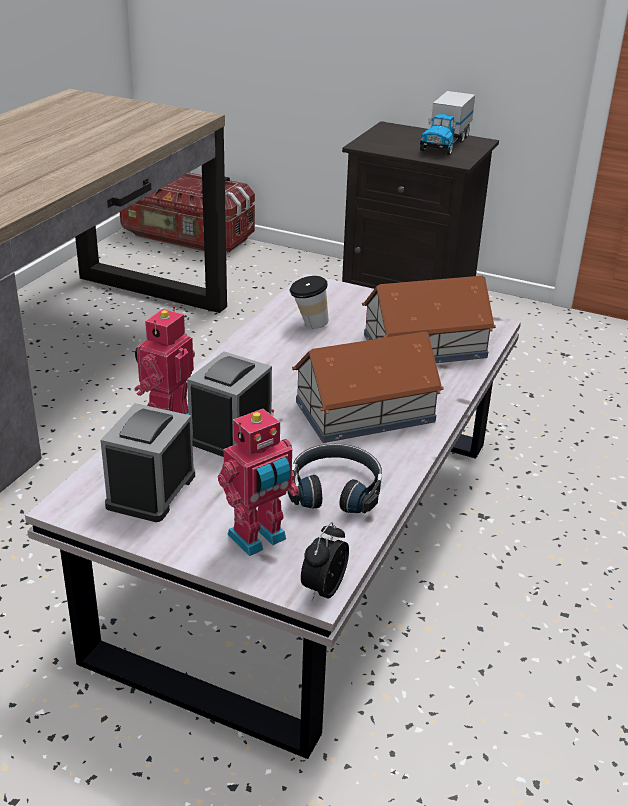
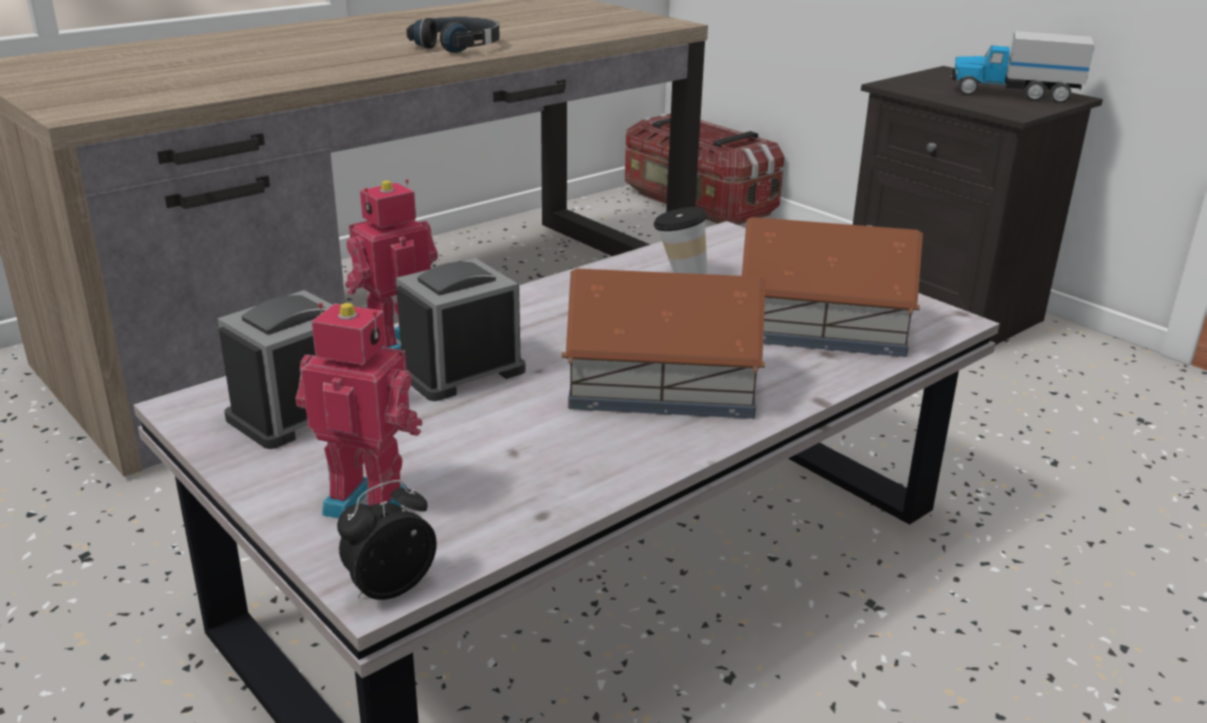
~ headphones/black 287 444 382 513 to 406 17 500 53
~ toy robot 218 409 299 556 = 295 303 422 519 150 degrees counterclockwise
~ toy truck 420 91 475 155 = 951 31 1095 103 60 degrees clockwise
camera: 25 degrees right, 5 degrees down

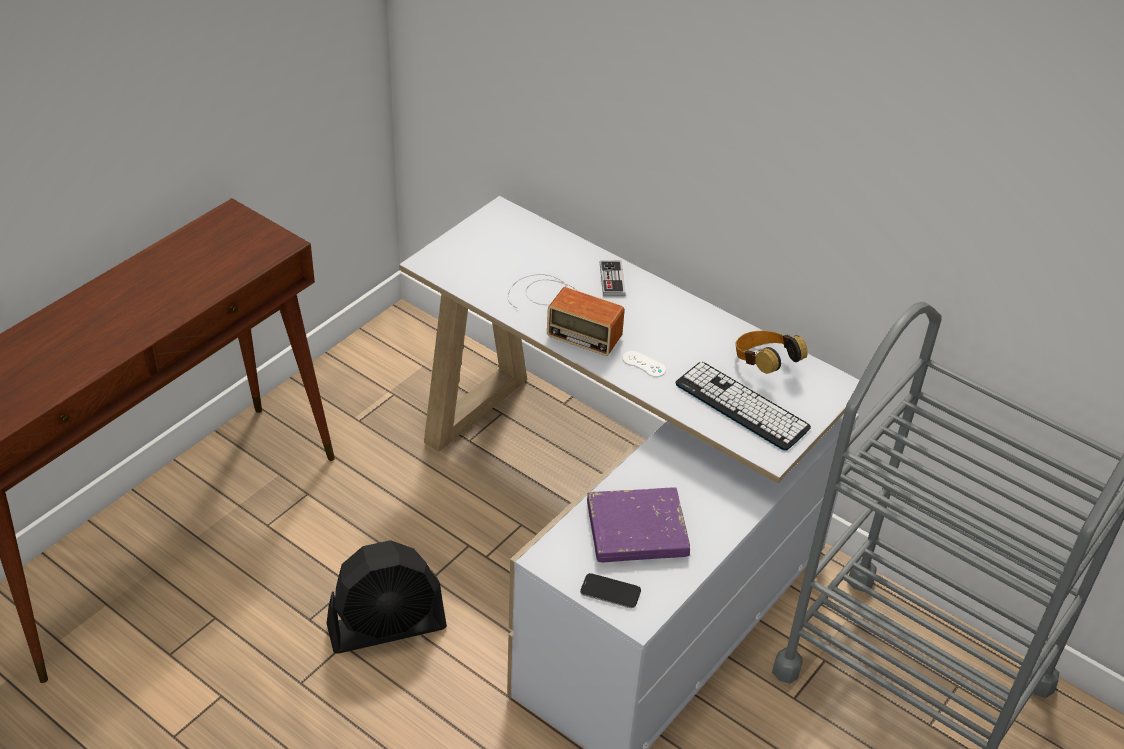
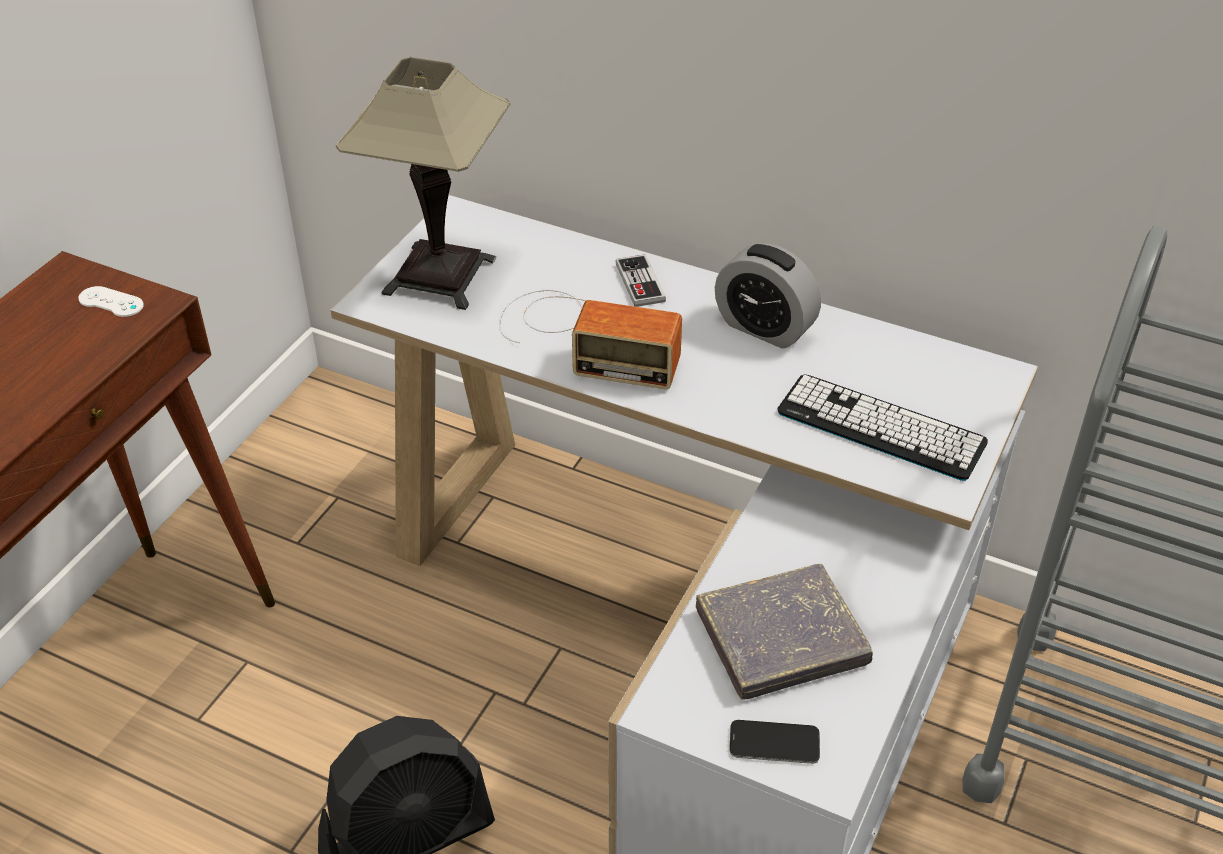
- headphones 735 331 808 374
+ table lamp 336 57 510 310
+ alarm clock 715 243 821 349
~ game controller/white 622 351 666 377 to 78 286 144 317
~ book/purple 587 487 690 563 to book/grey 696 563 873 700
camera: 10 degrees left, 0 degrees up

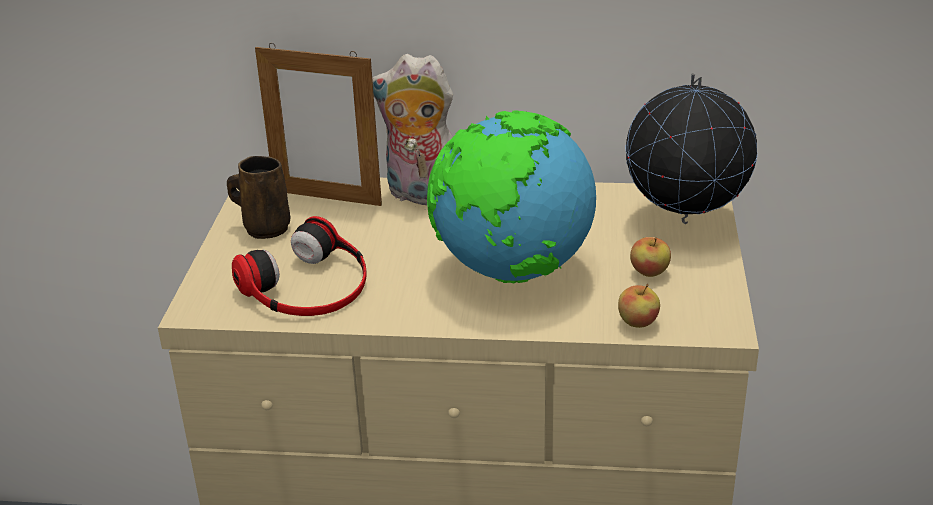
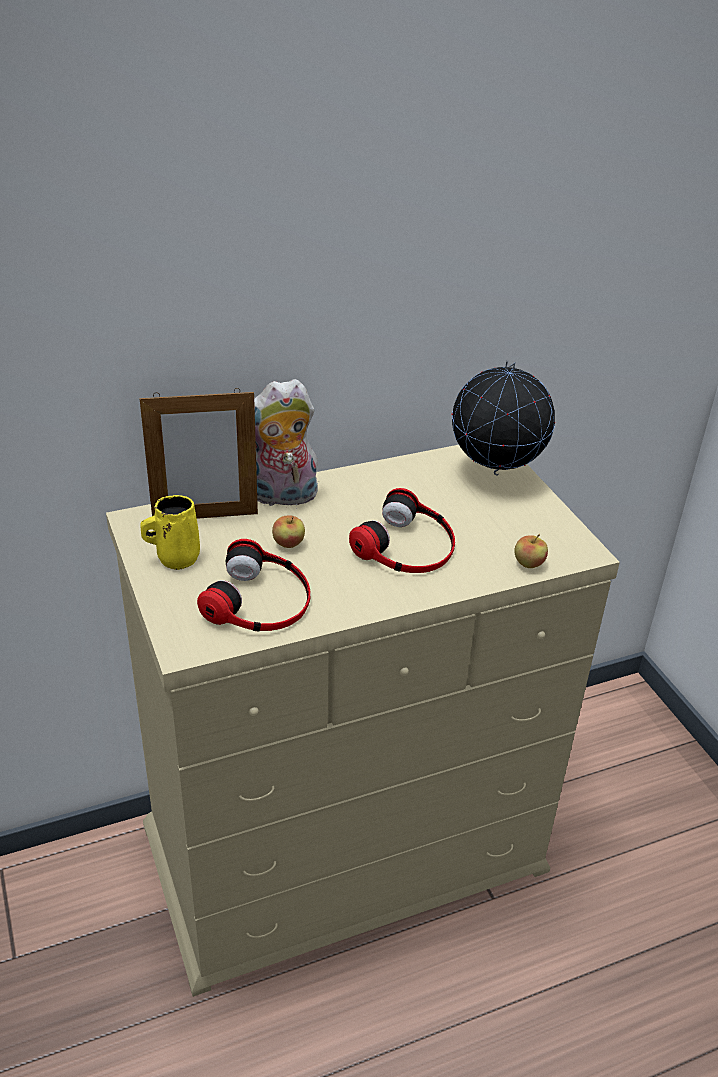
~ apple 630 237 671 277 to 272 515 305 548
~ globe 427 111 596 283 to headphones 349 488 455 573
~ mug/brown 227 156 290 239 to mug/yellow 140 495 200 570
camera: 30 degrees left, 5 degrees up

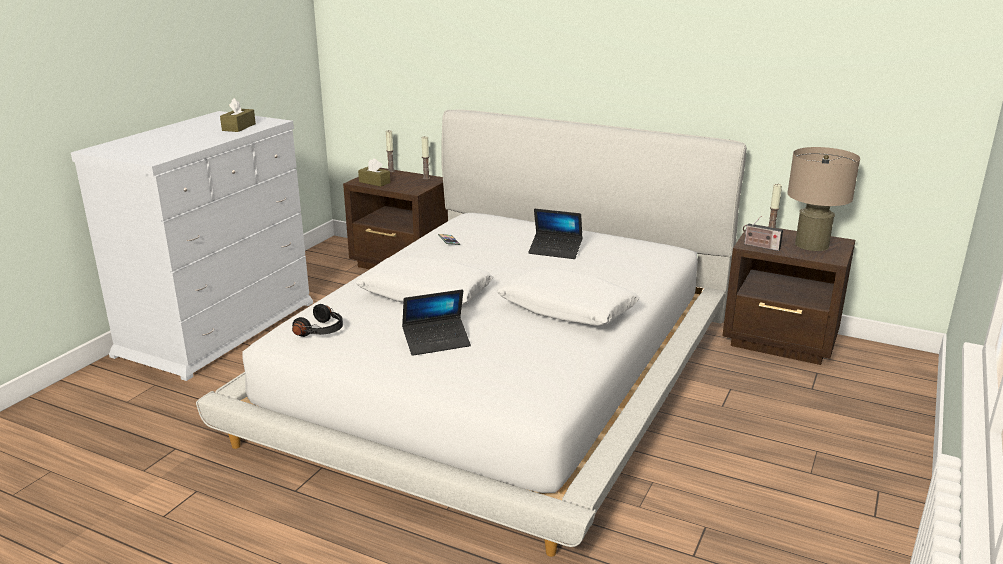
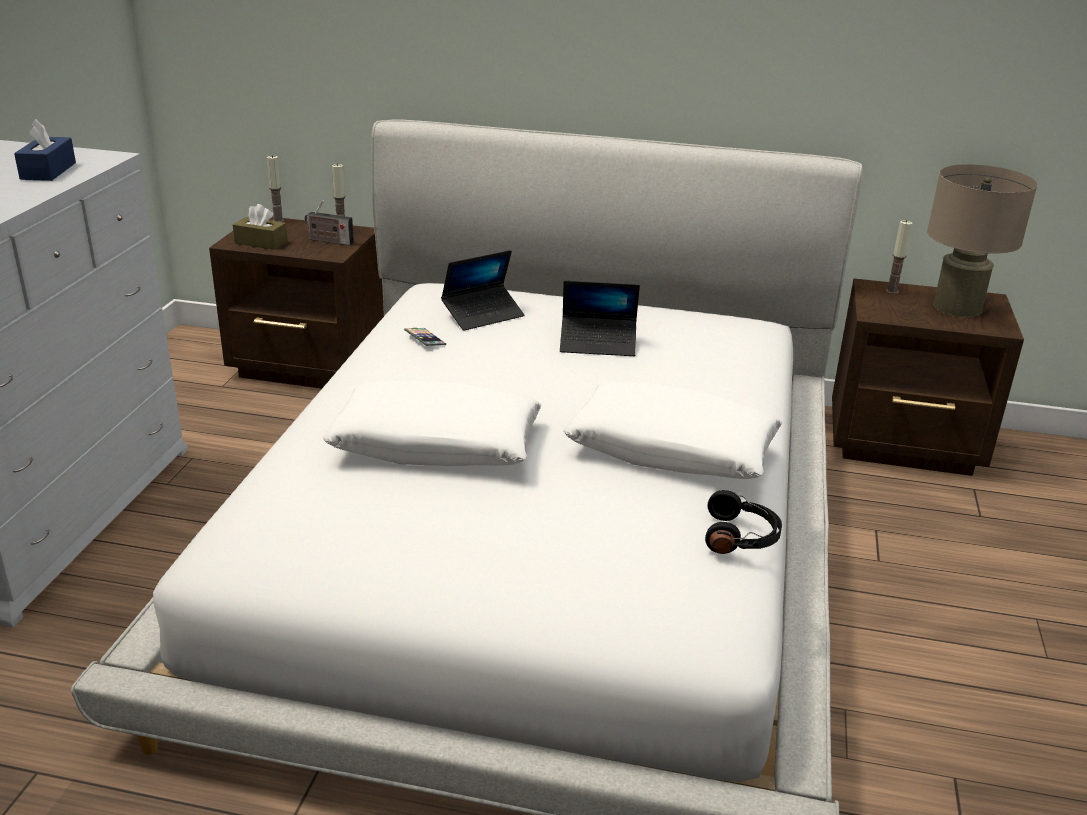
~ headphones/black 292 304 343 337 to 705 490 782 554
~ laptop 402 289 471 356 to 441 250 525 331
~ radio 743 216 783 251 to 305 201 354 246
~ tissue box/brown 220 98 256 132 to tissue box/blue 14 119 76 181
camera: 15 degrees left, 5 degrees up

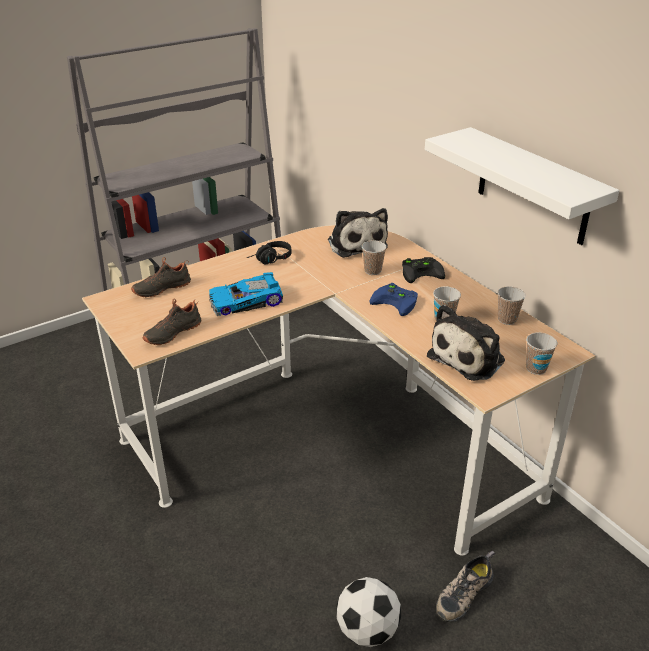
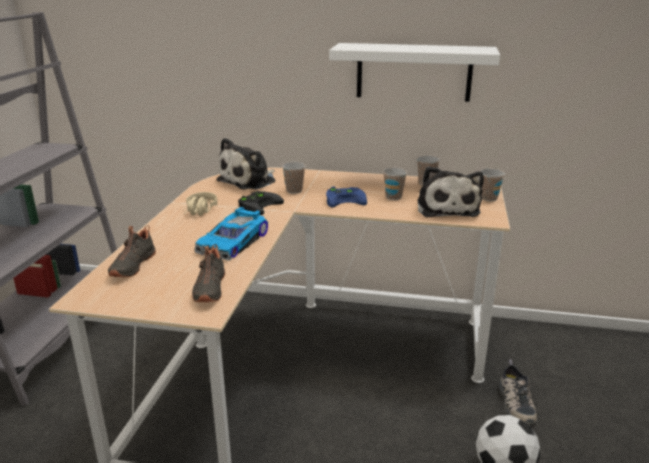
~ game controller/black 402 257 445 283 to 238 191 284 215
~ headphones/black 247 241 292 264 to headphones/beige 184 192 217 216
~ plush toy 328 208 388 258 = 216 138 275 190 105 degrees clockwise
camera: 45 degrees left, 10 degrees down

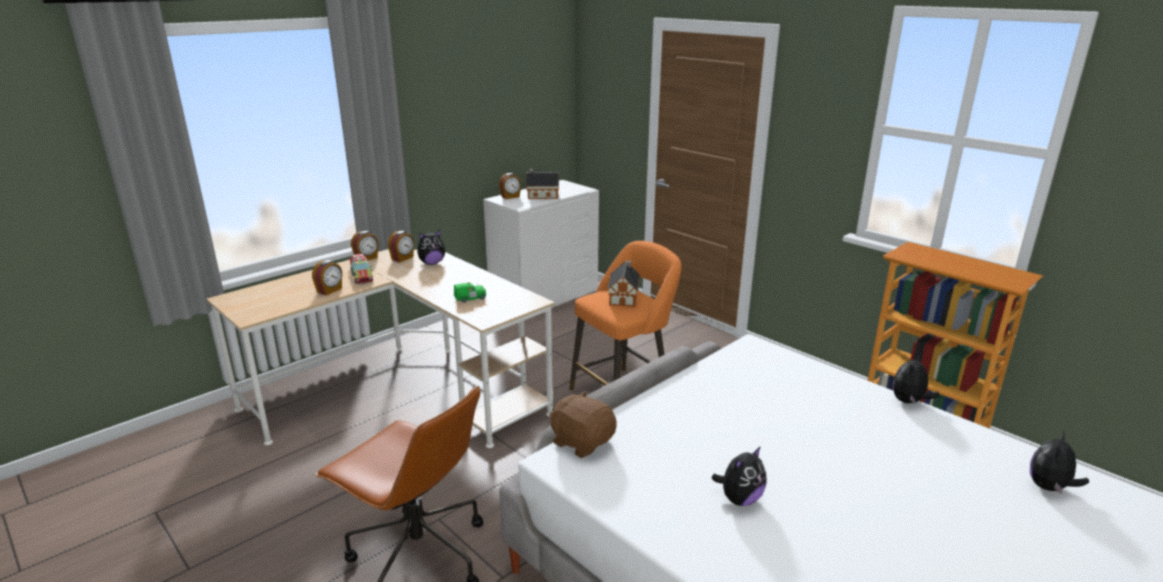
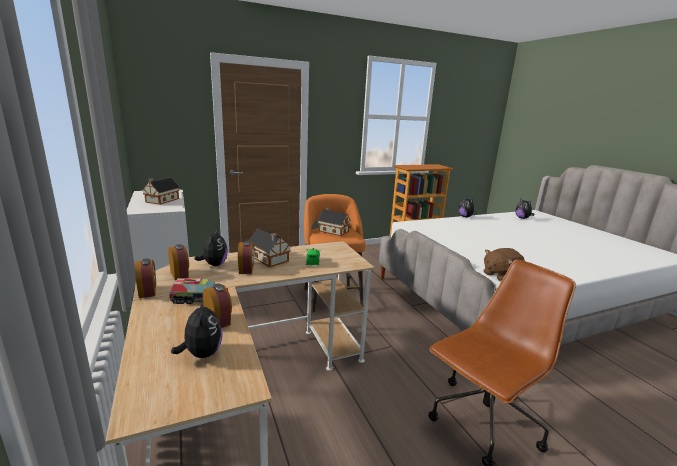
+ toy house 249 228 291 267
~ alarm clock 499 173 521 199 to 238 241 255 274
~ plush toy 711 446 767 506 to 171 299 223 358
camera: 70 degrees left, 5 degrees down

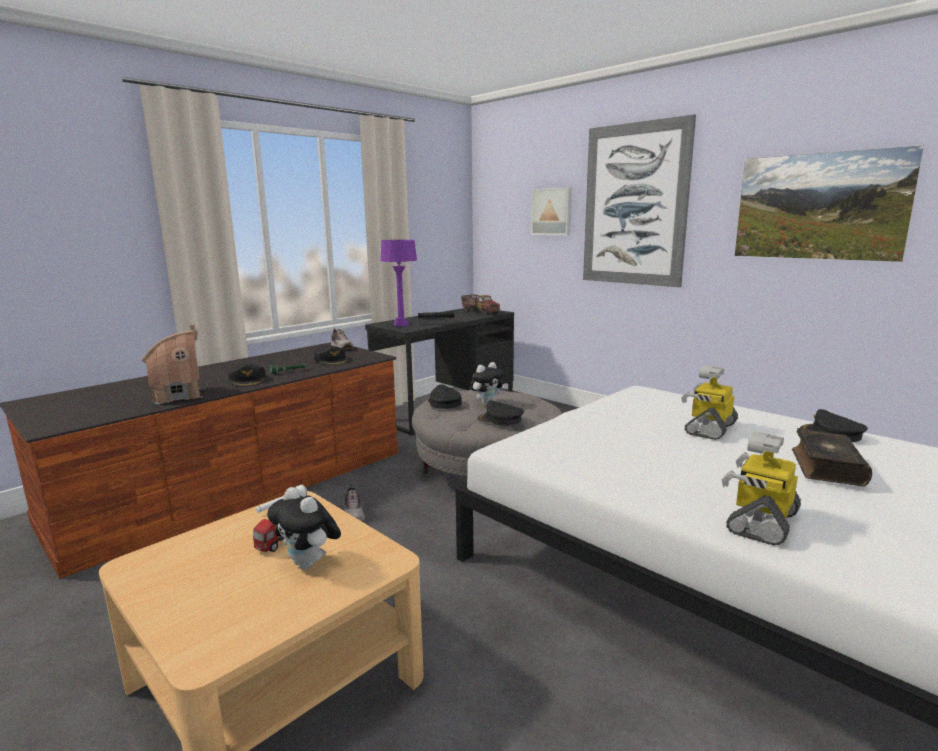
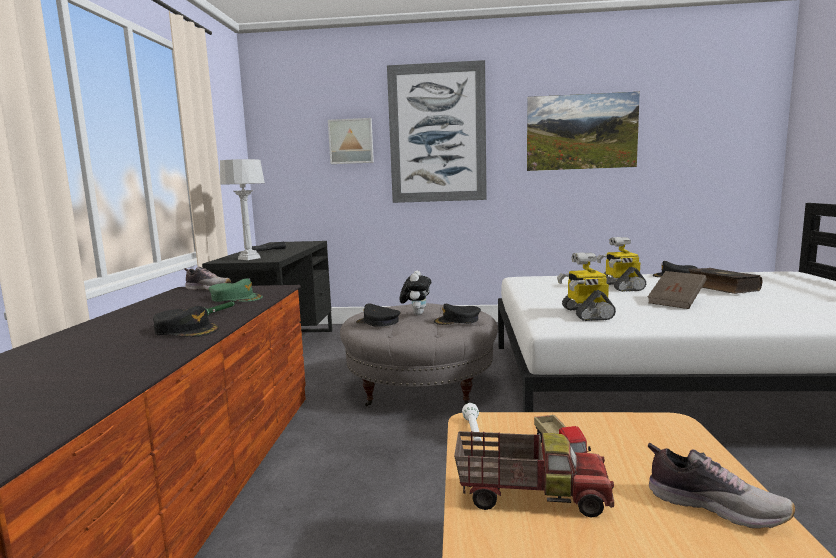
- toy house 142 324 202 404
- plush toy 267 487 341 570
+ book/brown 648 271 707 309
~ shoe 345 484 365 521 to 648 443 795 529
~ toy truck 461 294 500 315 to 454 431 614 518
~ toy robot 722 431 801 545 to 557 252 616 321
~ cap/black 314 346 348 365 to cap/green 208 278 263 302
~ table lamp/purple 381 240 417 327 to table lamp/grey 220 159 265 260
camera: 40 degrees left, 5 degrees down

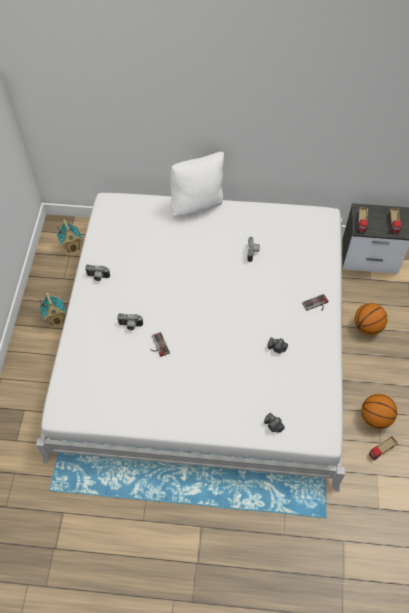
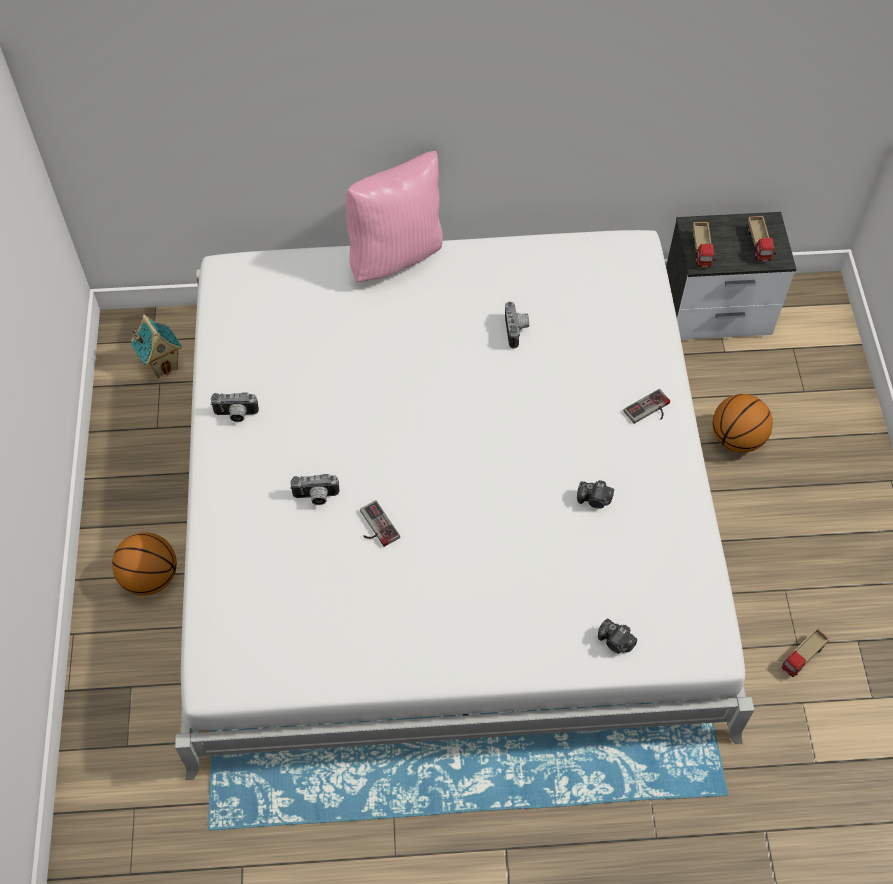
- toy house 39 292 66 326
~ basketball 361 394 397 429 to 112 532 177 596
~ pillow/white 170 152 224 216 to pillow/pink 346 151 443 282
camera: 10 degrees left, 0 degrees up

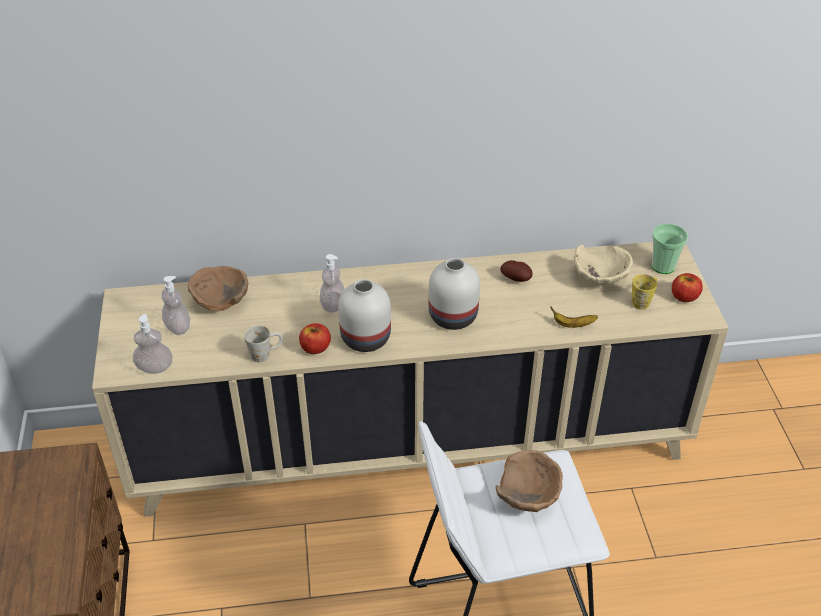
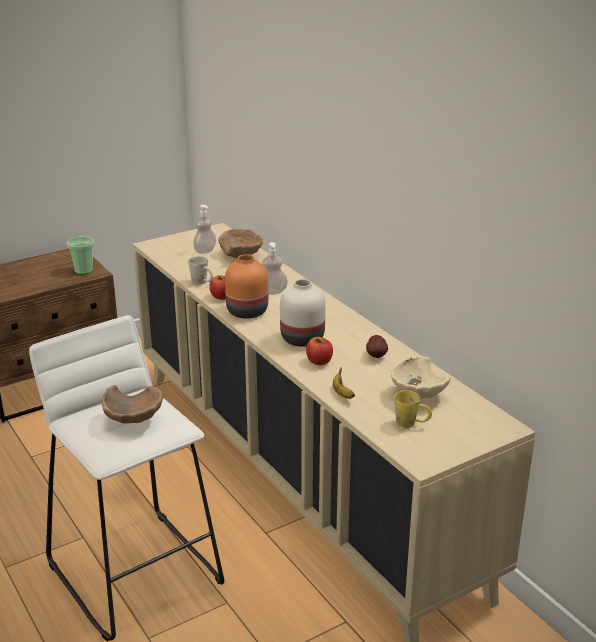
- soap dispenser 133 314 173 374
~ cup 652 224 688 274 to 67 237 94 275
~ apple 672 273 703 302 to 306 337 333 365
~ vase/white 338 279 391 352 to vase/orange 225 254 268 319
camera: 65 degrees right, 15 degrees down

